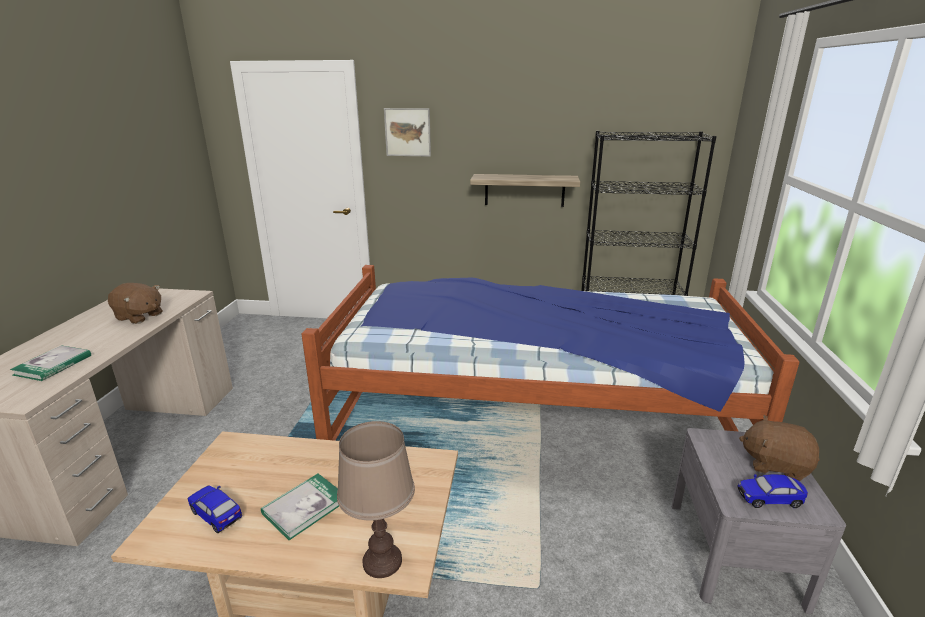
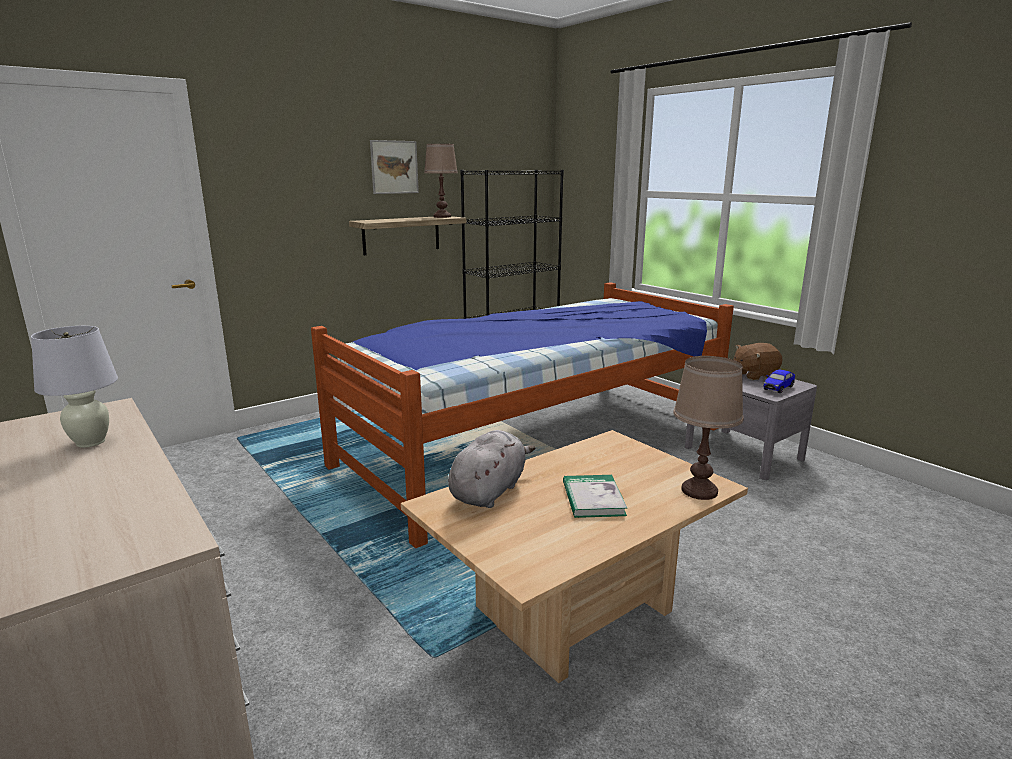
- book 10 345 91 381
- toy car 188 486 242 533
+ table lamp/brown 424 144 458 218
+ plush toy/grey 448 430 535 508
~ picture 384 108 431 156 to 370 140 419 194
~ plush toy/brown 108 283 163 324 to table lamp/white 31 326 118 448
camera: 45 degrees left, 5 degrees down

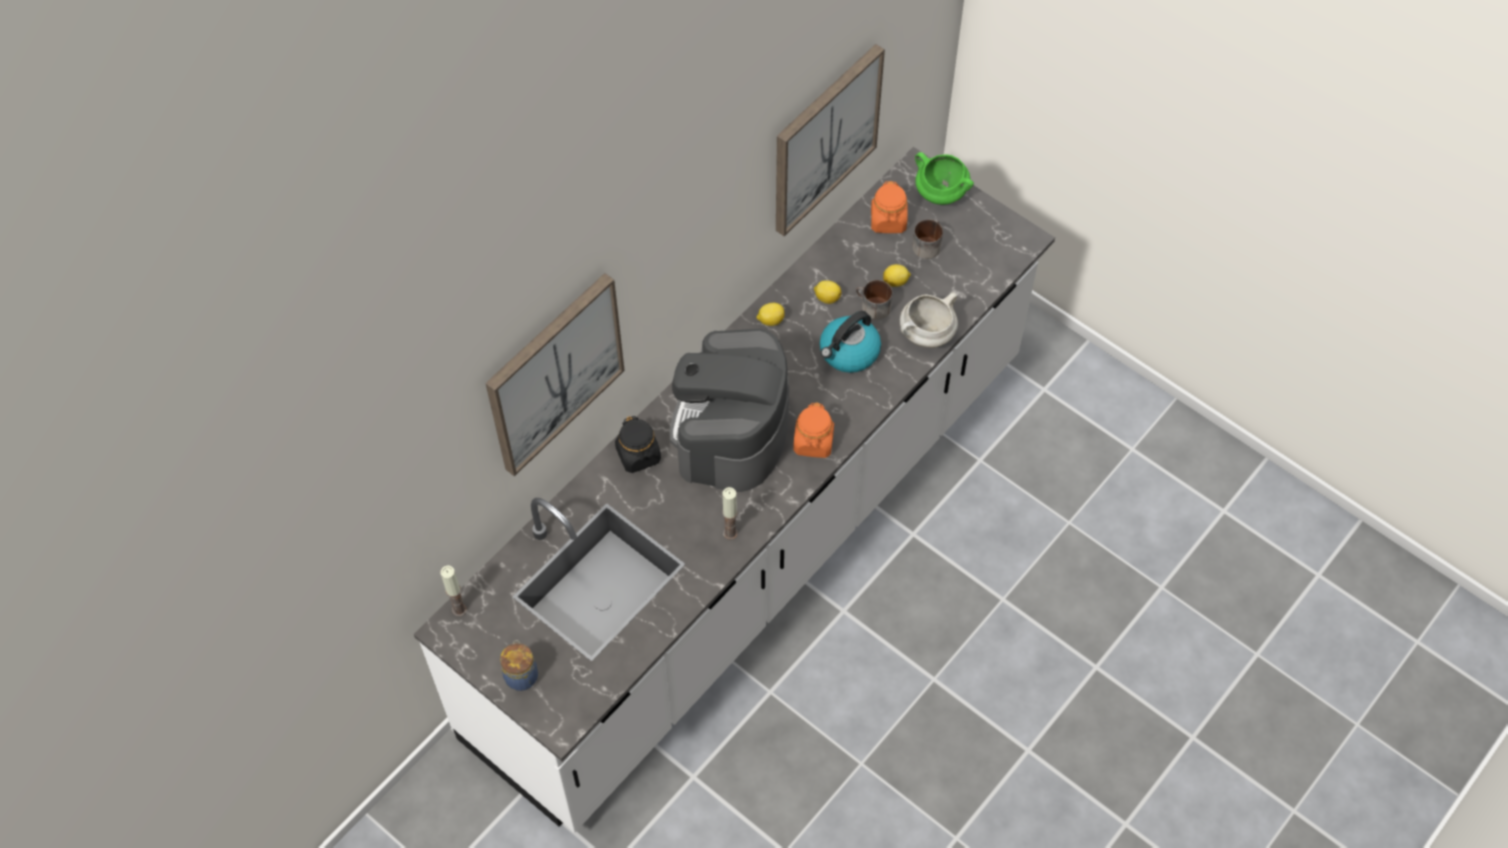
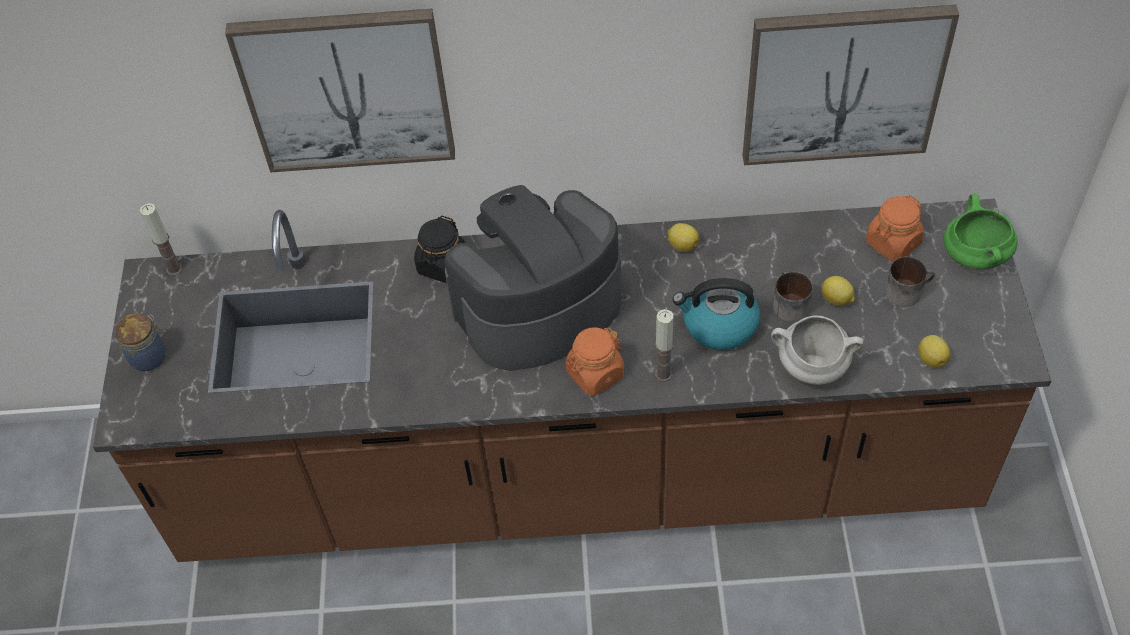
~ candle 722 487 738 540 to 655 309 674 382
~ lemon 814 280 841 304 to 918 335 951 368
~ counter/white 414 147 1055 833 to counter/brown 93 199 1051 562
camera: 50 degrees right, 5 degrees down

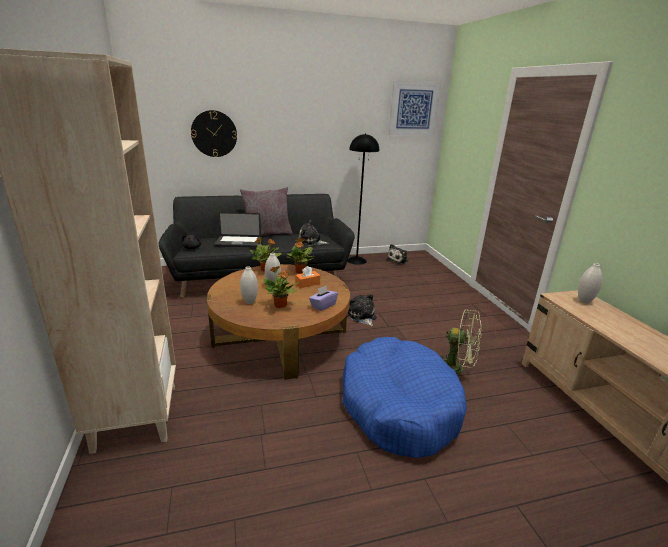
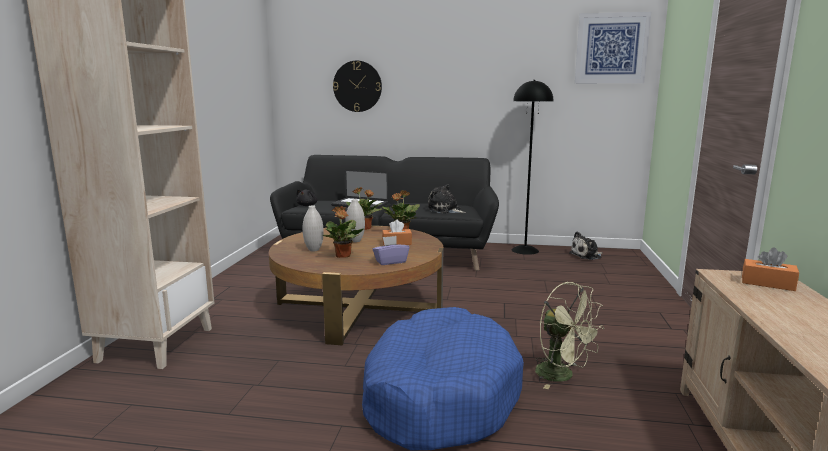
- pillow/grey 240 187 293 236
- plush toy 347 294 377 326
~ vase/white 578 263 603 303 to tissue box/orange 742 248 799 291
camera: 25 degrees right, 10 degrees down

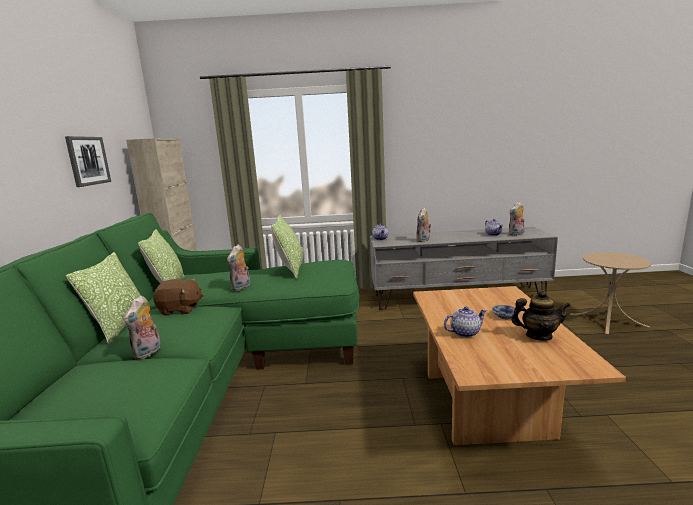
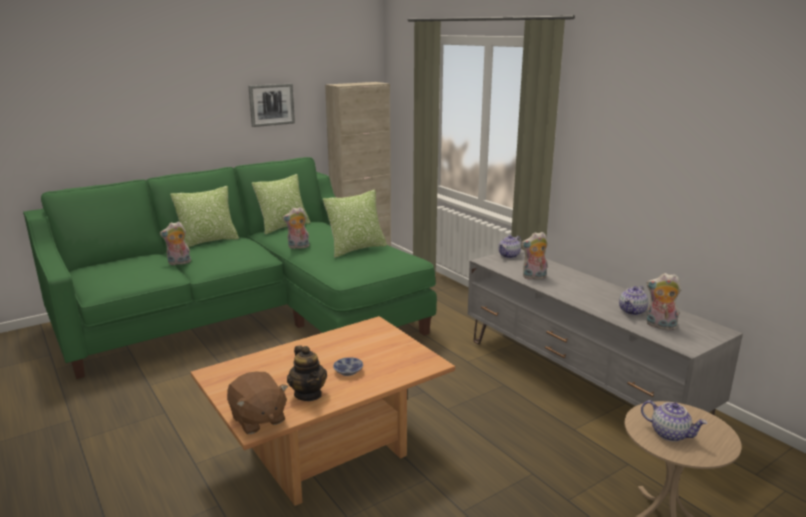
~ plush toy/brown 153 278 204 316 to 227 372 288 434
~ teapot 444 307 487 338 to 641 400 707 442
camera: 55 degrees right, 5 degrees up

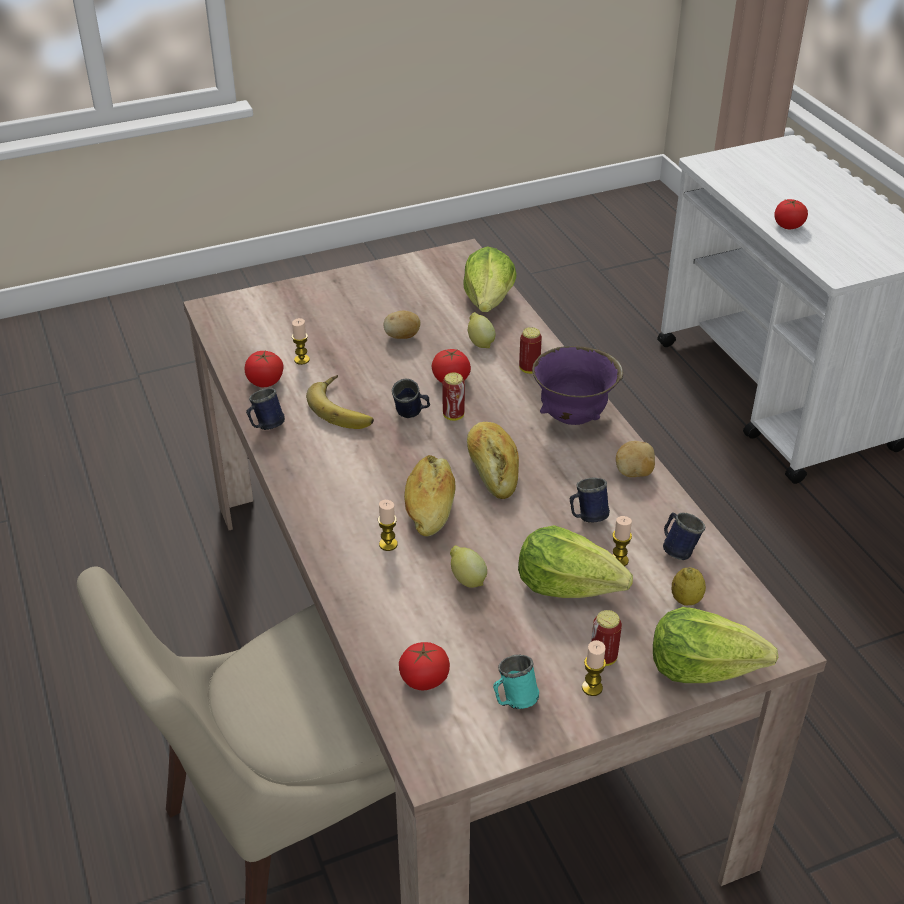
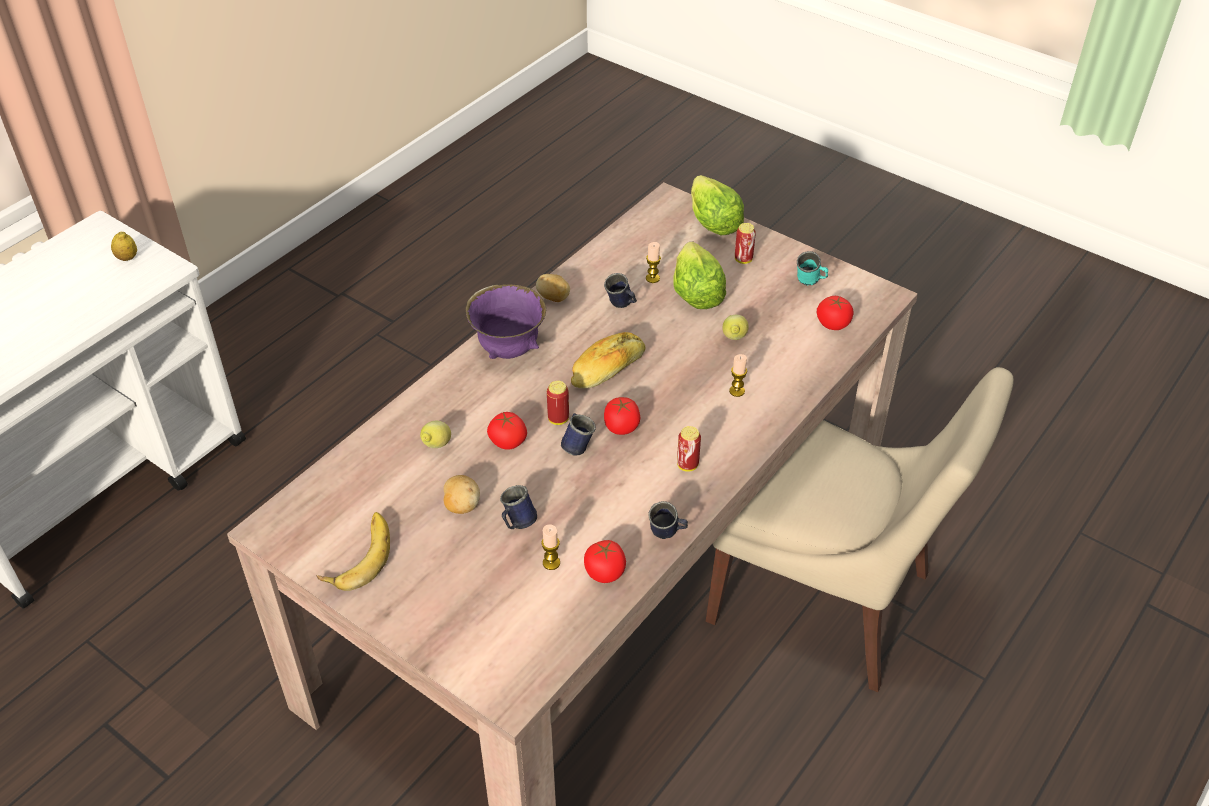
- bread 404 455 455 537
- lettuce 463 246 517 312
- candle 582 640 606 696
~ banana 306 375 374 429 to 316 512 390 591
~ can 519 327 542 374 to 677 426 701 472
~ mug/blue 663 513 705 560 to 500 485 537 529
~ lemon 672 567 706 606 to 111 231 137 261
~ tomato 774 199 808 229 to 604 397 641 435
camera: 120 degrees left, 5 degrees up

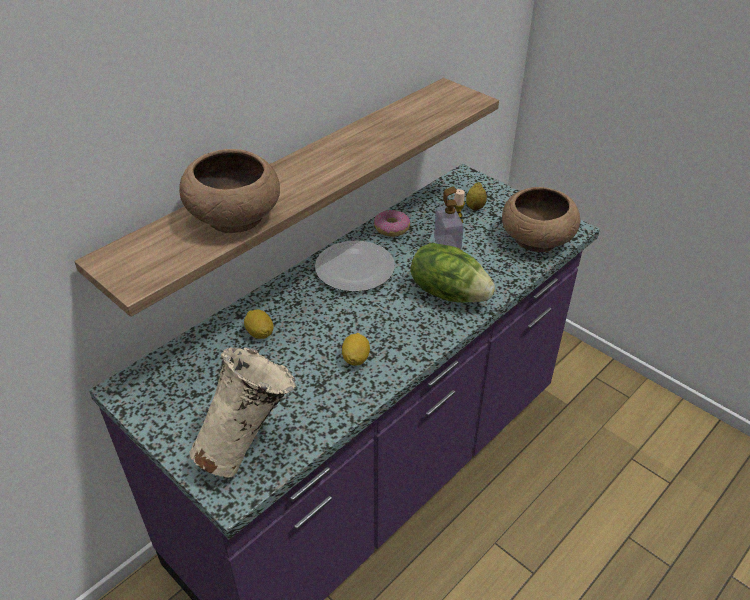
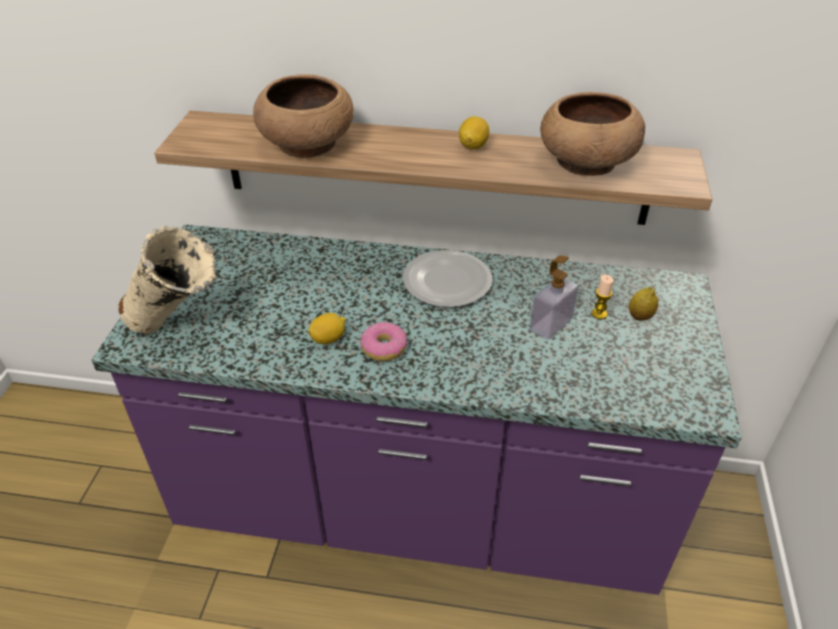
- lettuce 410 243 495 303
~ lemon 244 309 273 339 to 459 116 490 149
~ donut 374 210 410 237 to 360 322 407 361
~ bowl/brown 502 187 580 252 to 540 92 645 176
camera: 55 degrees right, 0 degrees up

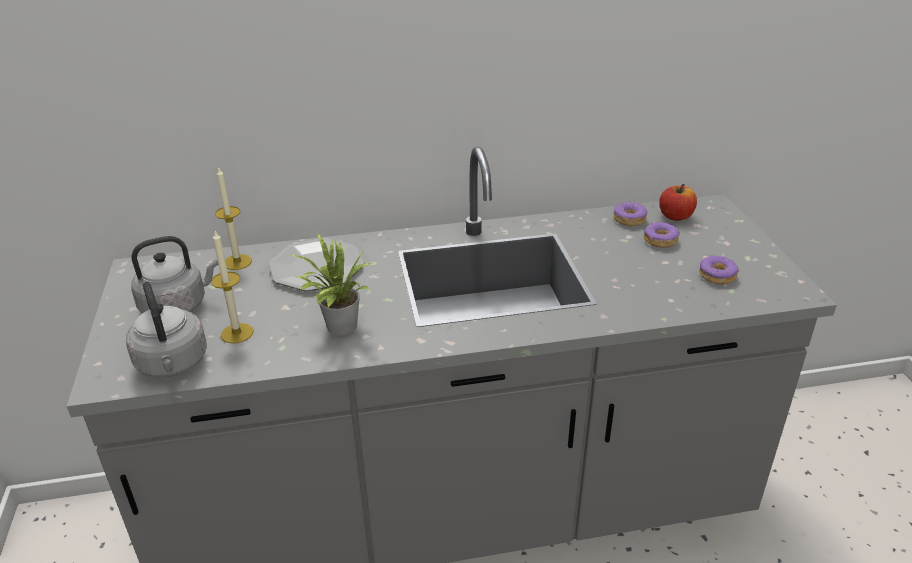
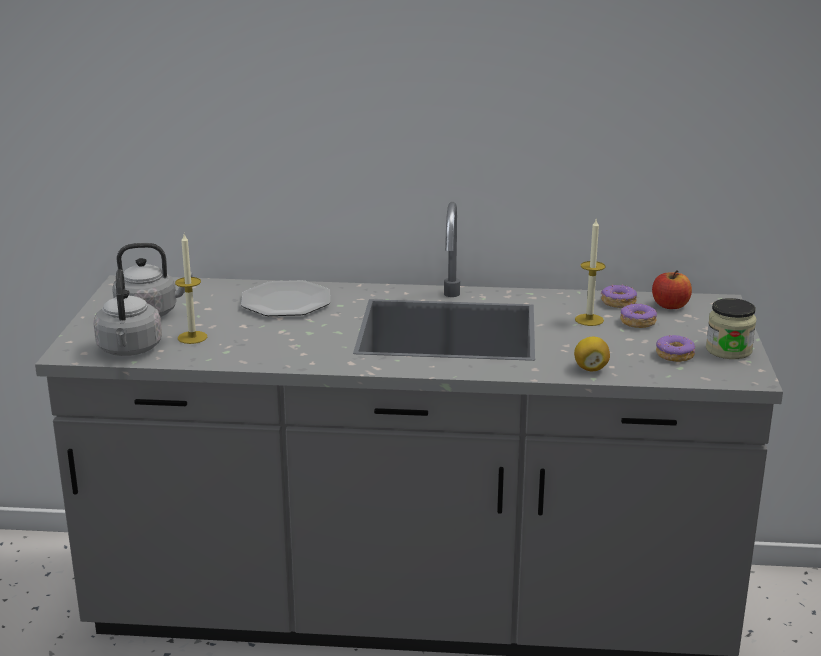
- potted plant 288 233 372 335
+ lemon 574 337 610 372
+ jar 706 298 756 359
~ candle 215 167 252 270 to 575 219 606 326
camera: 15 degrees right, 10 degrees down

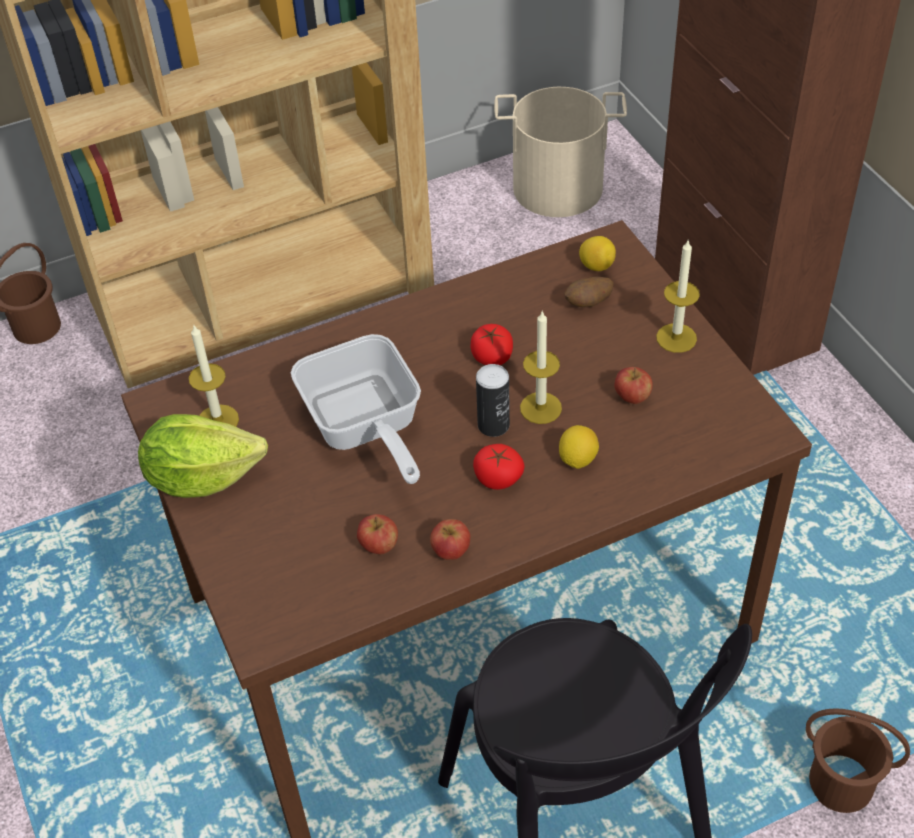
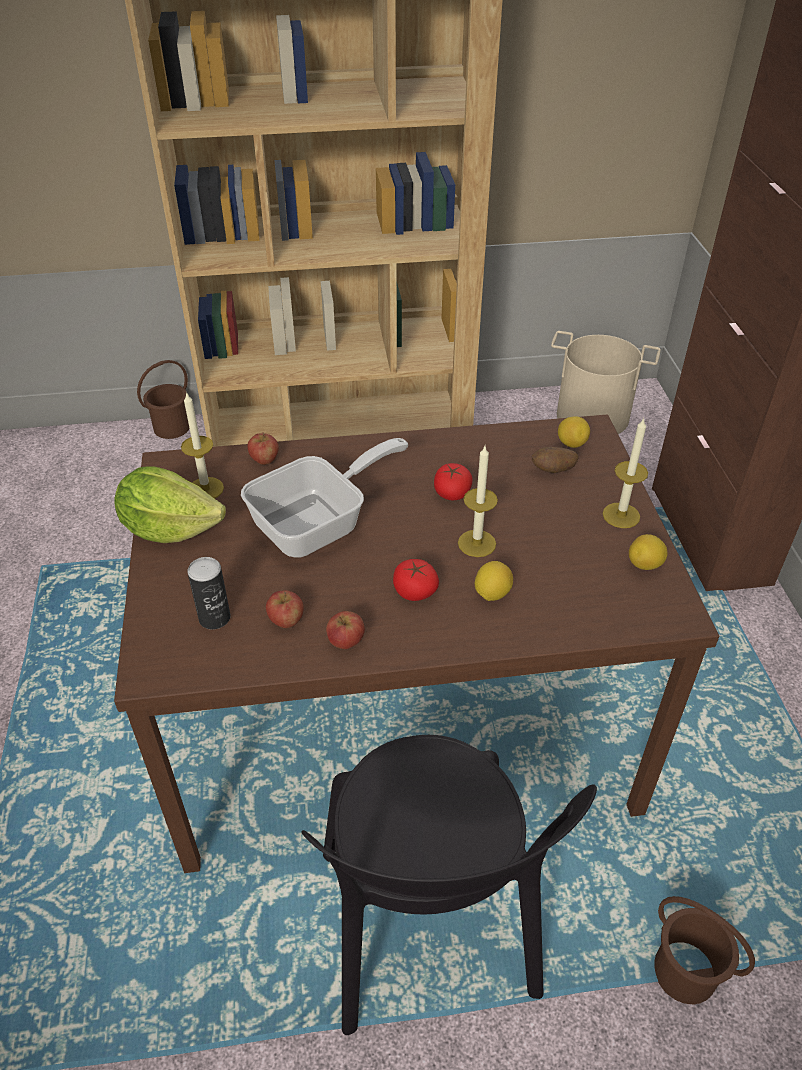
+ lemon 629 534 668 570
~ can 476 364 510 437 to 187 557 230 629
~ apple 614 367 653 404 to 248 432 279 465
~ frying pan 291 334 421 484 = 241 438 409 558 120 degrees counterclockwise
camera: 15 degrees right, 5 degrees down

